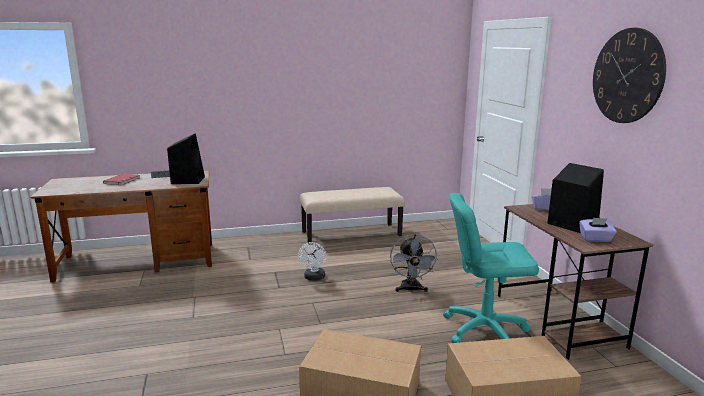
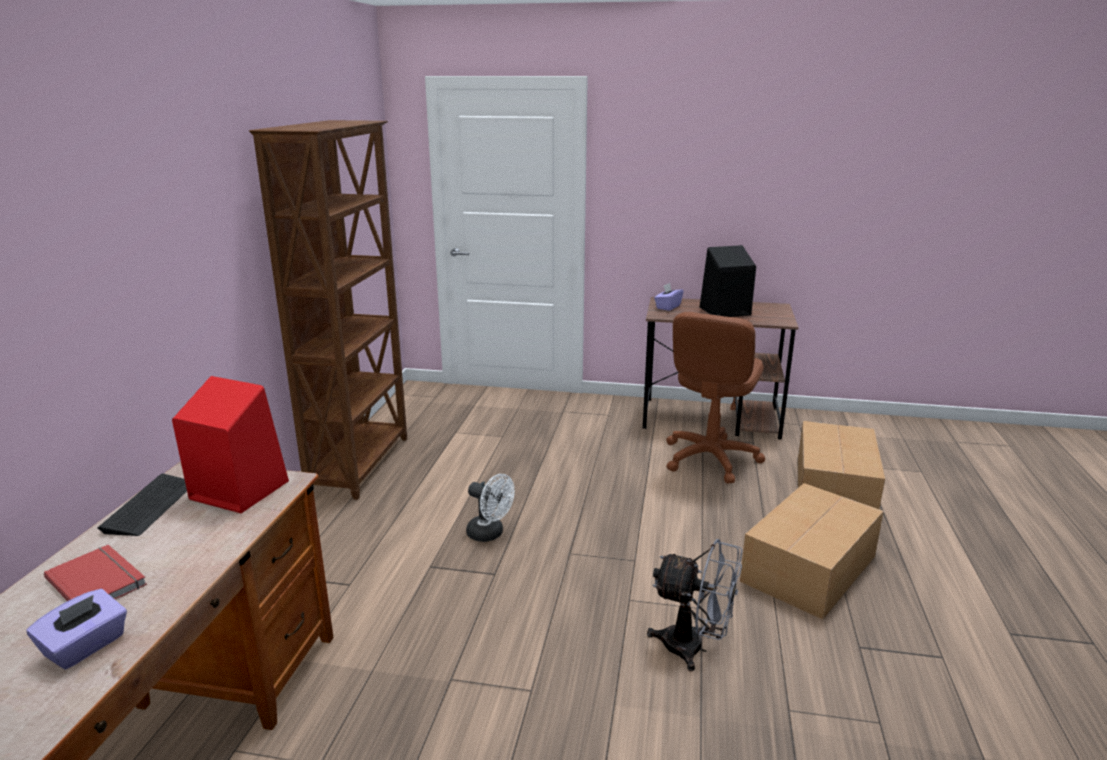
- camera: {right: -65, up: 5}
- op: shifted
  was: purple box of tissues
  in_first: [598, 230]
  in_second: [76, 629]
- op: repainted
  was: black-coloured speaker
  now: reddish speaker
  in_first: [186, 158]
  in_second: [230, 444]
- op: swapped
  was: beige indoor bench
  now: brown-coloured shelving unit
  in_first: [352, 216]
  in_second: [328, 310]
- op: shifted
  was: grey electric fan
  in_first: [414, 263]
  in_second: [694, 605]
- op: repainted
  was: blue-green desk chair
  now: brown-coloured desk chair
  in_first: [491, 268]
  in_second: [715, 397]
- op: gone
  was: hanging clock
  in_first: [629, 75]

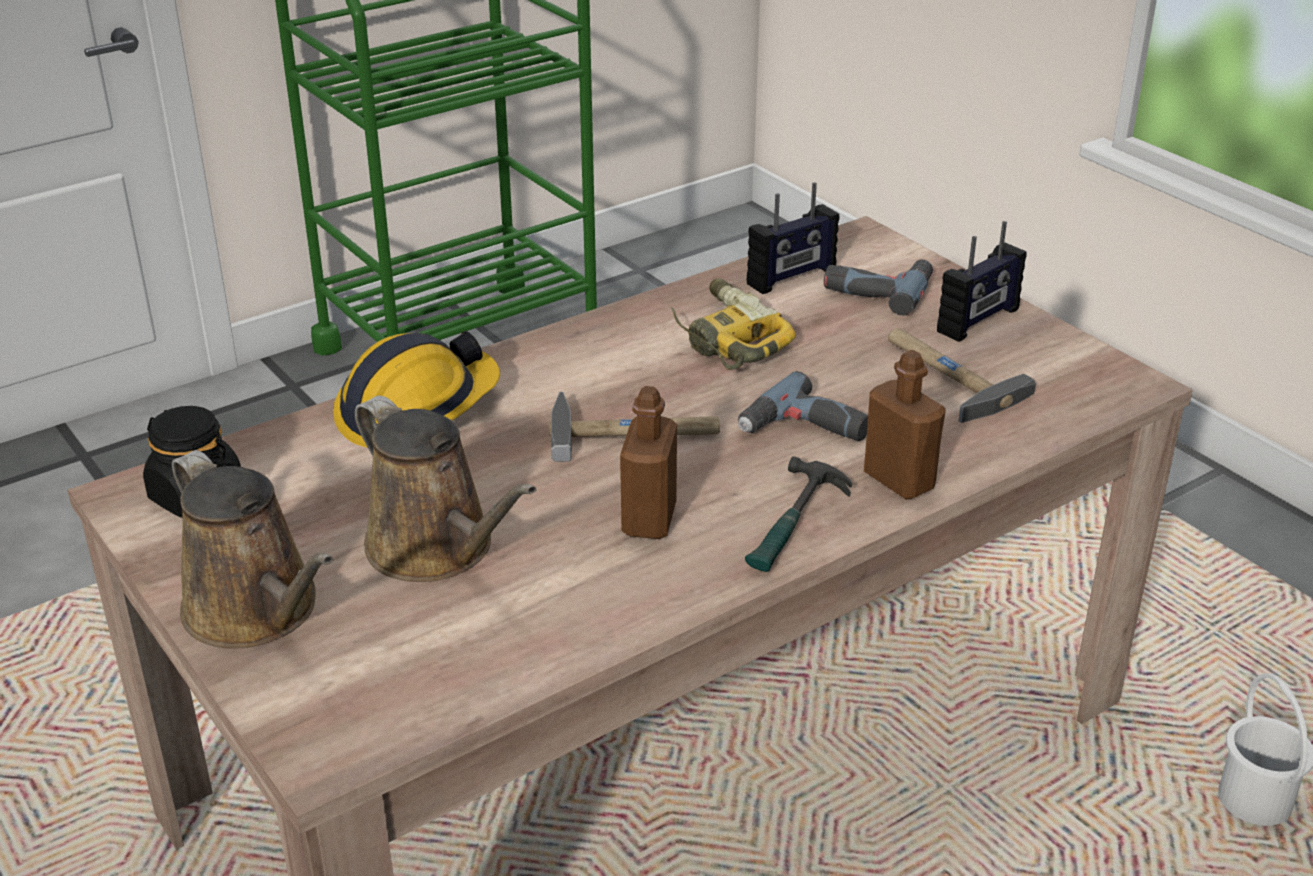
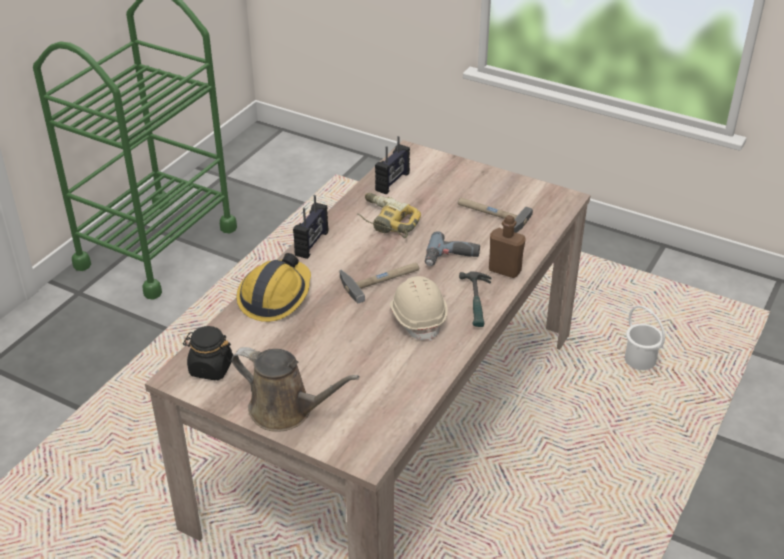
- camera: {right: -25, up: 5}
- op: shifted
  was: radio receiver
  in_first: [982, 281]
  in_second: [310, 227]
- op: swapped
  was: brown-coloured bottle
  now: beige work helmet
  in_first: [648, 462]
  in_second: [419, 309]
- op: gone
  was: brown-coloured watering can
  in_first: [446, 488]
- op: gone
  was: power drill
  in_first: [878, 287]

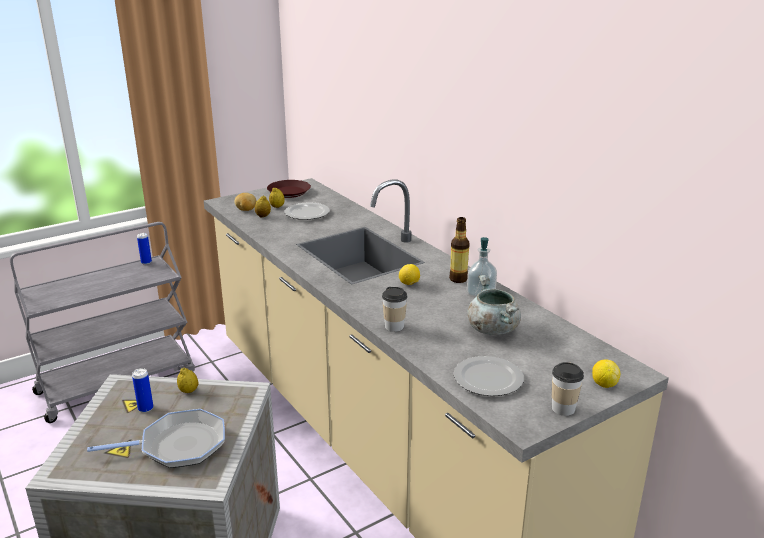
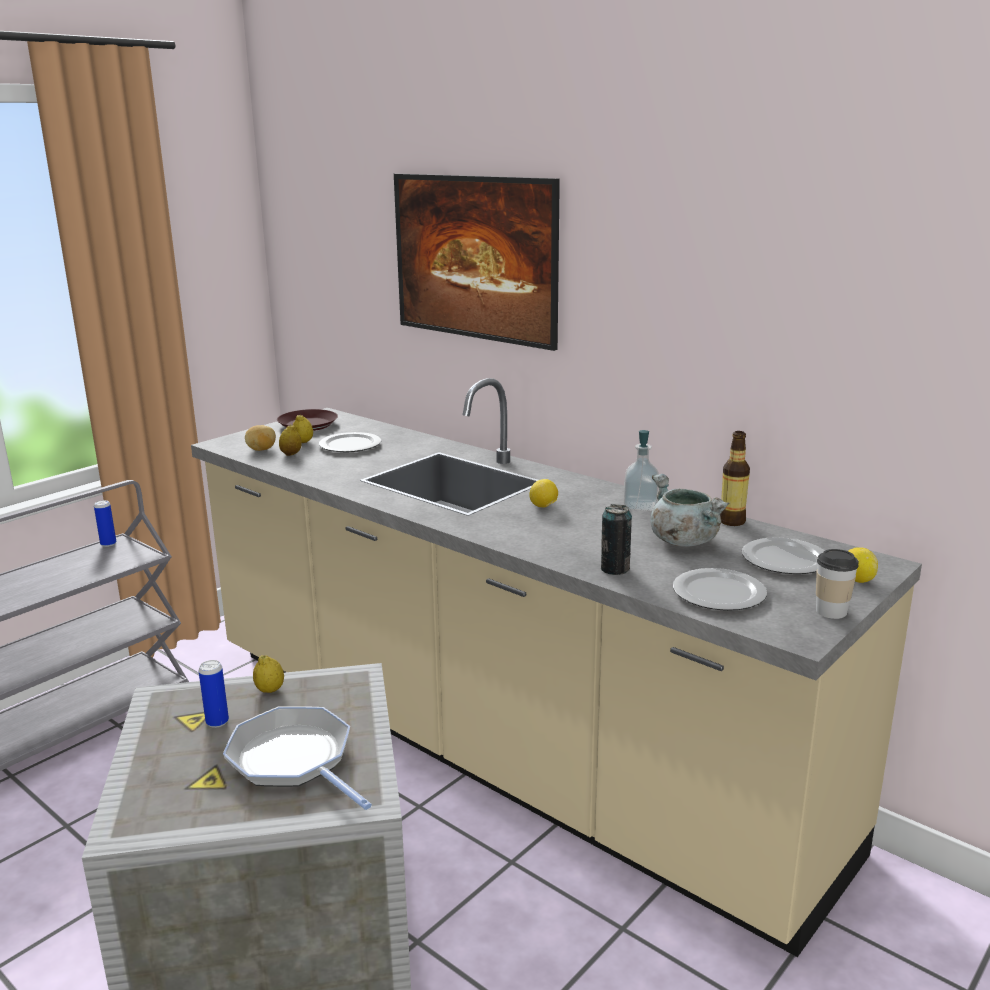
- camera: {right: -15, up: -5}
- op: rotated
  was: pan
  in_first: [156, 438]
  in_second: [297, 758]
  clockwise: -105
- op: new
  now: wall art
  in_second: [477, 262]
- op: new
  now: sealed can
  in_second: [616, 539]
- op: shifted
  was: bottle
  in_first: [459, 250]
  in_second: [735, 478]
- op: new
  now: dinner plate
  in_second: [783, 555]
- op: gone
  was: small cup
  in_first: [395, 309]

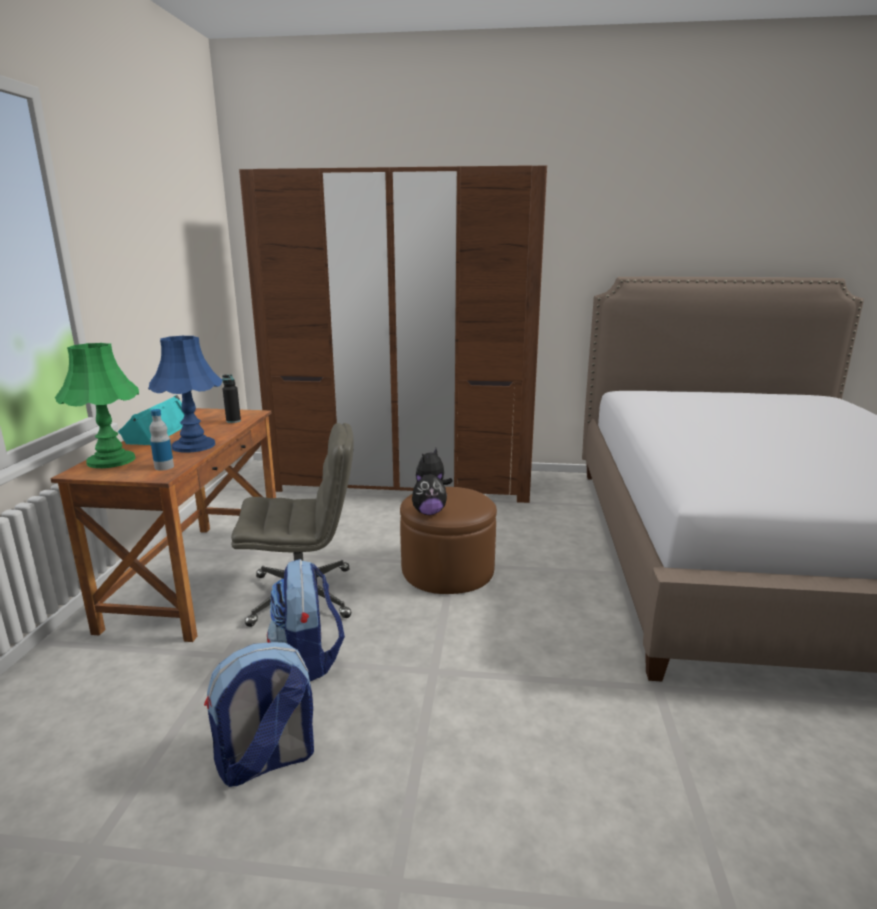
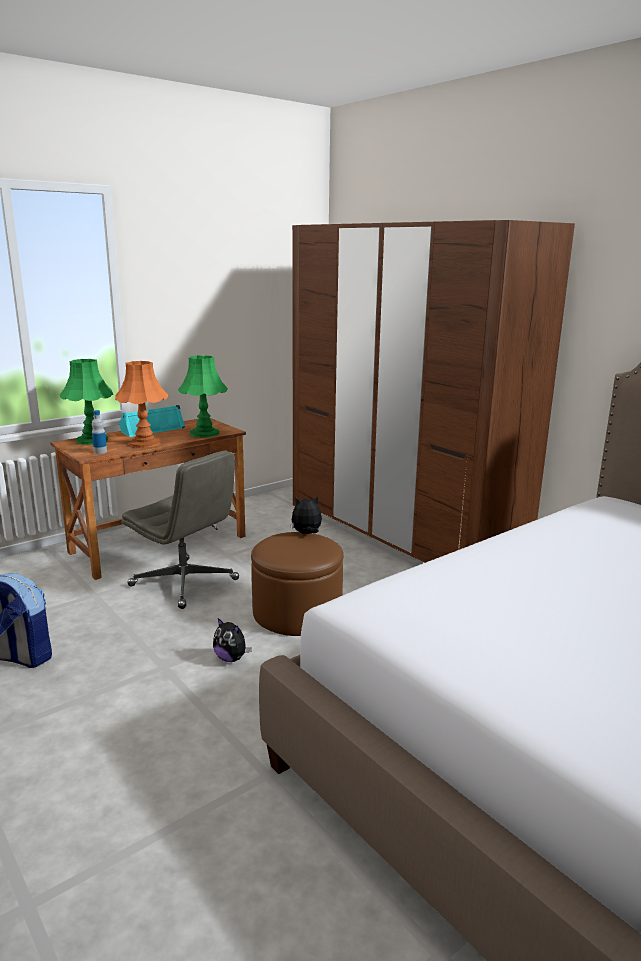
- camera: {right: 45, up: 0}
- op: repainted
  was: bluish tabletop lamp
  now: orange tabletop lamp
  in_first: [185, 394]
  in_second: [141, 404]
- op: swapped
  was: black-coloured bottle
  now: green-coloured tabletop lamp
  in_first: [231, 399]
  in_second: [203, 396]
- op: shifted
  was: plush toy
  in_first: [429, 493]
  in_second: [232, 640]
- op: gone
  was: rucksack
  in_first: [306, 620]

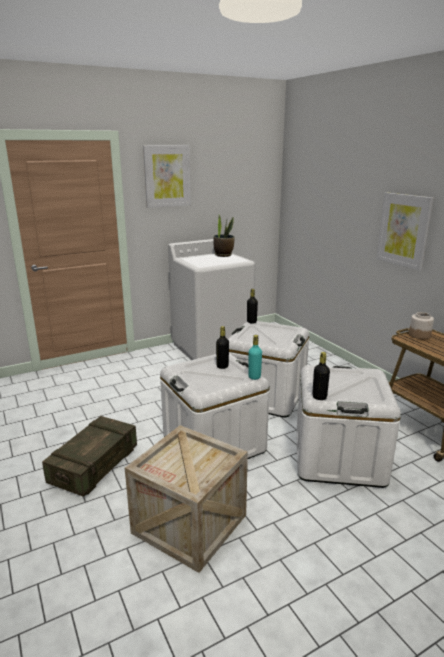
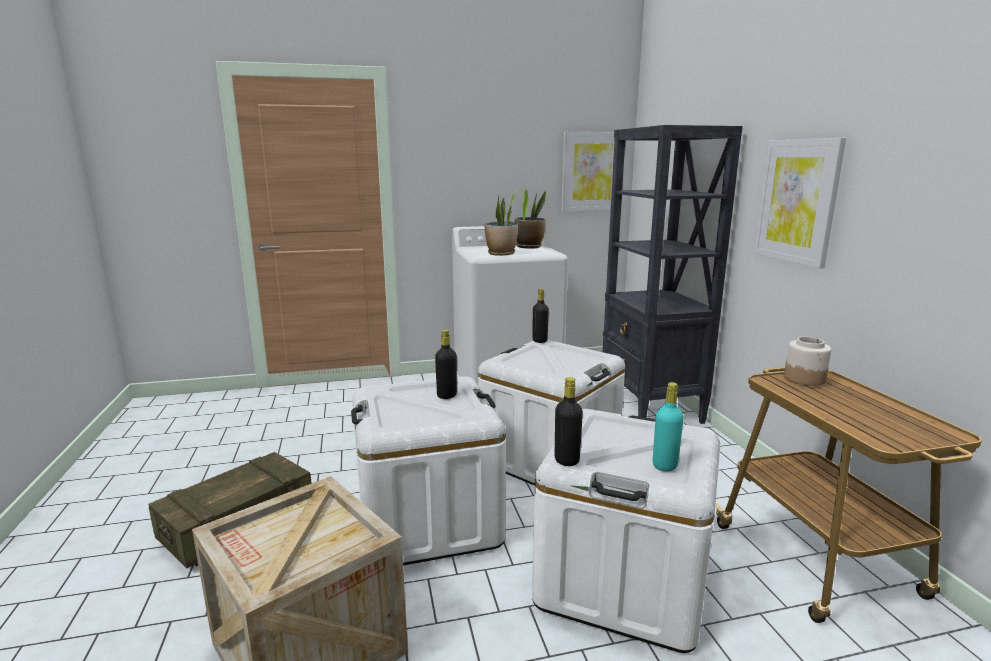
- camera: {right: 15, up: -5}
- op: new
  now: potted plant
  in_second: [501, 223]
- op: shifted
  was: wall art
  in_first: [167, 176]
  in_second: [588, 172]
- op: new
  now: black-coloured shelving unit
  in_second: [673, 274]
- op: shifted
  was: blue-green bottle
  in_first: [255, 357]
  in_second: [668, 427]

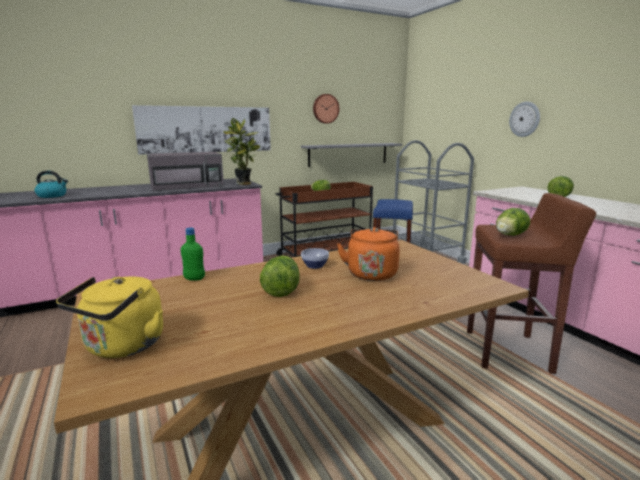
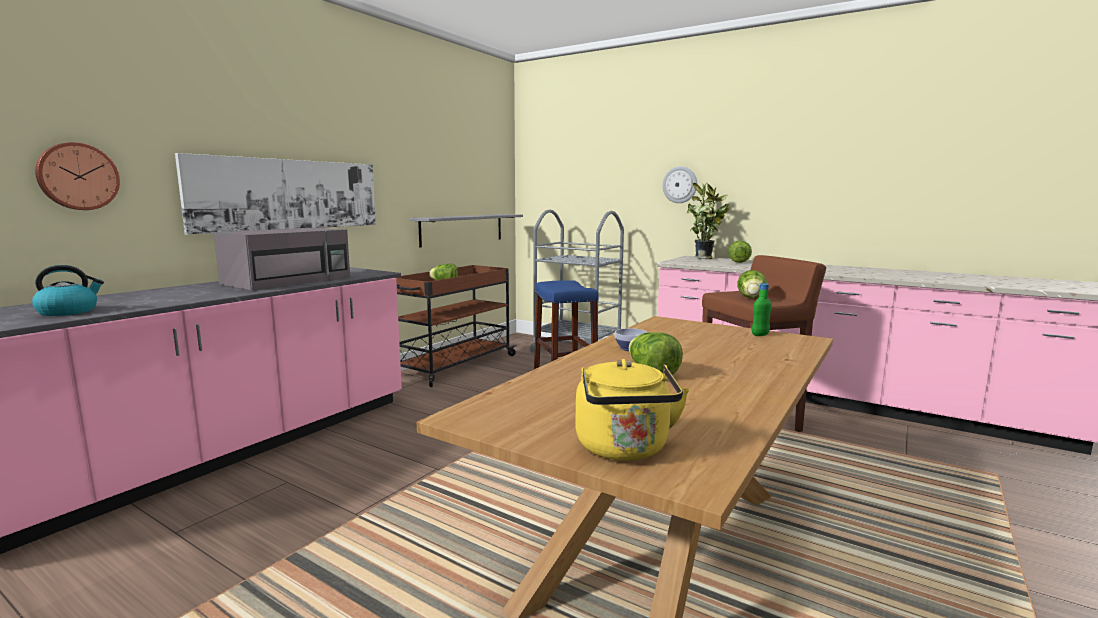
- camera: {right: -30, up: -5}
- op: shifted
  was: hanging clock
  in_first: [326, 109]
  in_second: [77, 176]
- op: shifted
  was: potted plant
  in_first: [242, 151]
  in_second: [709, 220]
- op: shifted
  was: green-coloured bottle
  in_first: [193, 254]
  in_second: [761, 309]
- op: gone
  was: orange water kettle
  in_first: [368, 254]

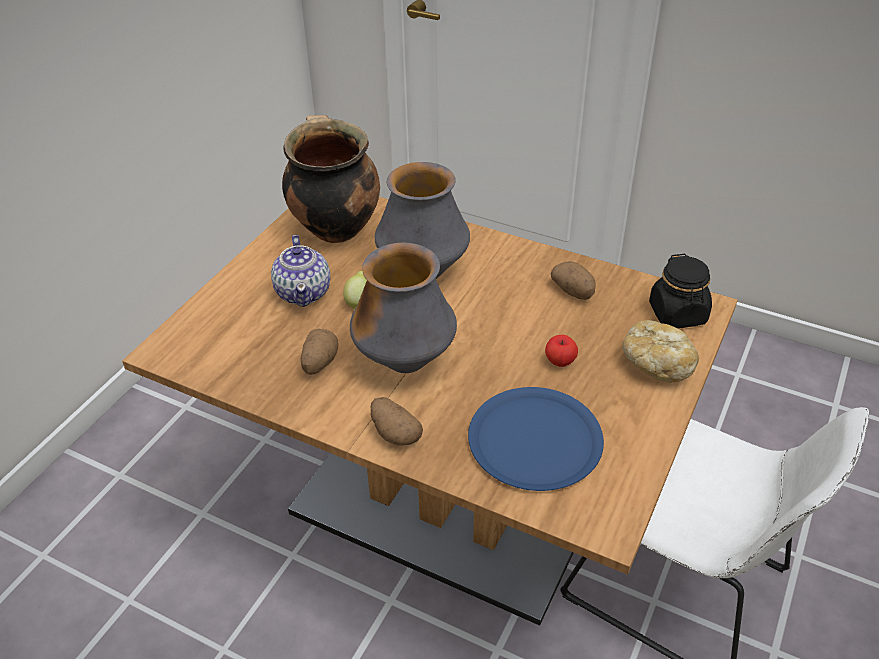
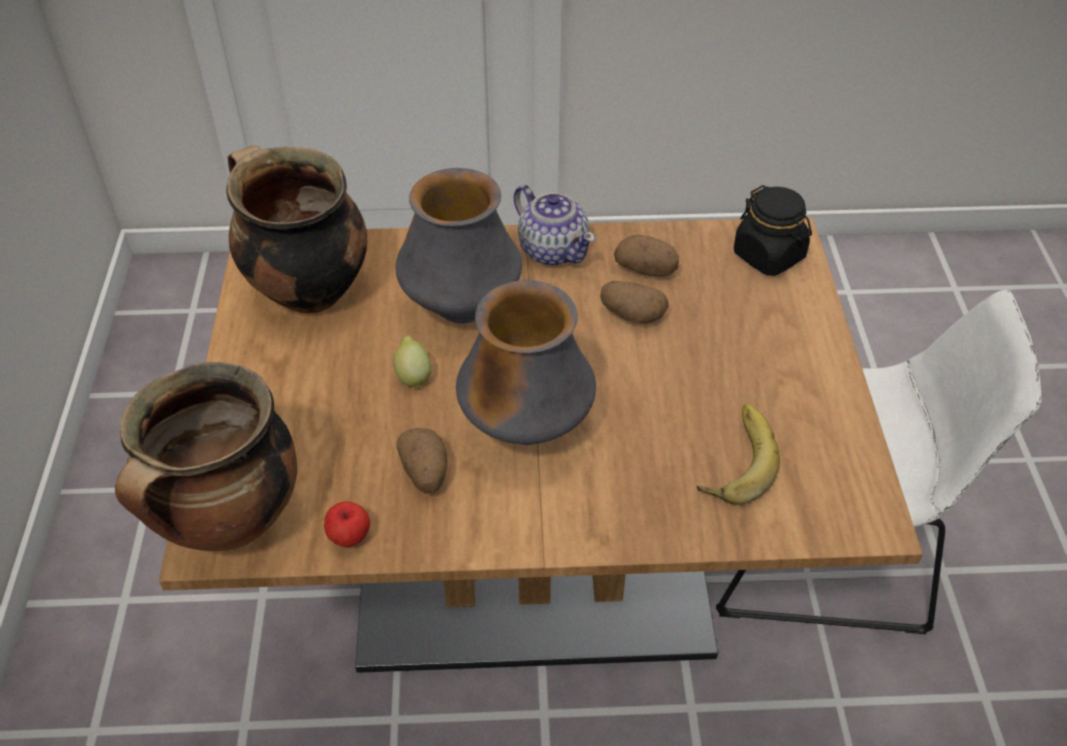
- camera: {right: -30, up: 5}
- op: new
  now: saucepot
  in_second: [206, 456]
- op: shifted
  was: whole apple
  in_first: [561, 351]
  in_second: [347, 524]
- op: shifted
  was: teapot
  in_first: [300, 271]
  in_second: [555, 225]
- op: shifted
  was: spud
  in_first: [397, 421]
  in_second: [634, 302]
- op: swapped
  was: bluish dinner plate
  now: banana fruit
  in_first: [536, 439]
  in_second: [738, 454]
- op: gone
  was: bread
  in_first: [660, 351]

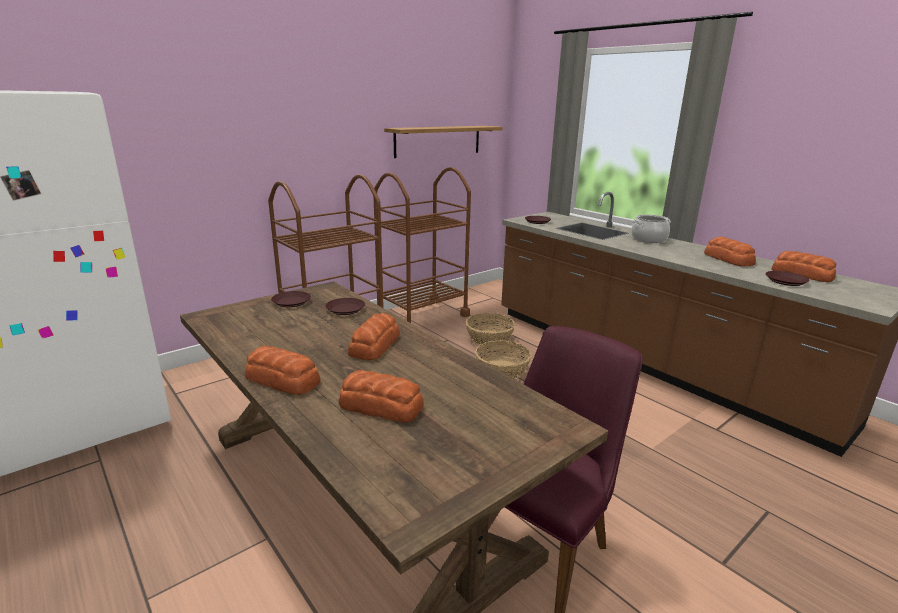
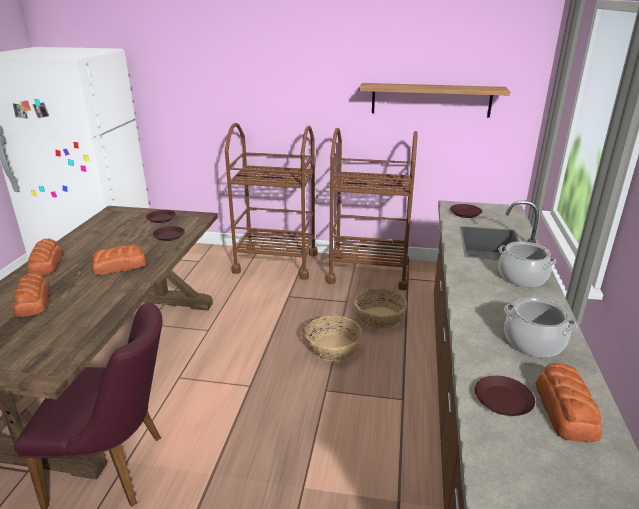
- camera: {right: 50, up: 5}
- op: swapped
  was: bread
  now: saucepot
  in_first: [730, 252]
  in_second: [540, 327]

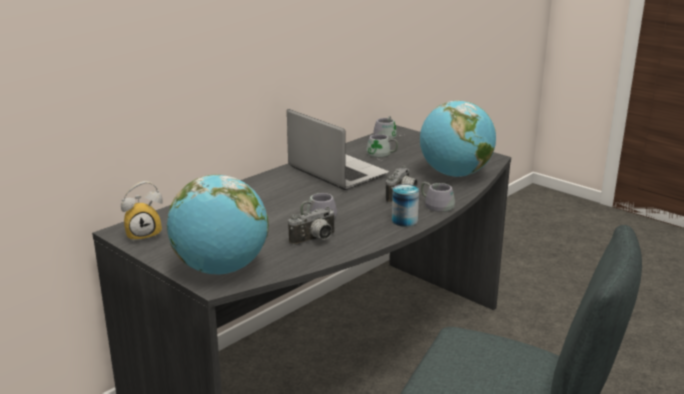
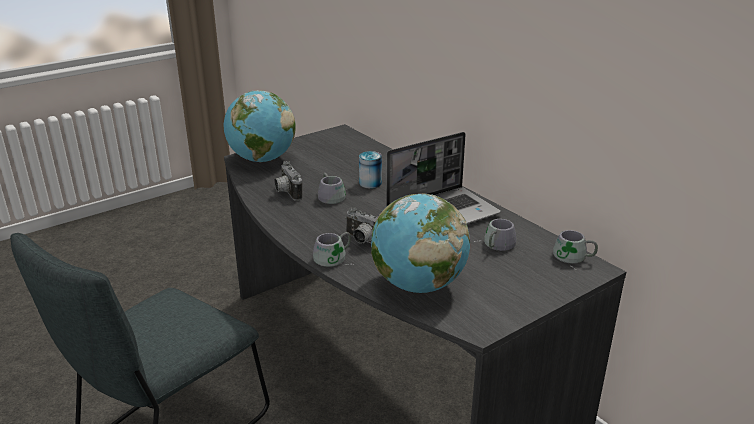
- camera: {right: 100, up: 5}
- op: shifted
  was: sealed can
  in_first: [405, 205]
  in_second: [370, 169]
- op: gone
  was: alarm clock
  in_first: [142, 211]

